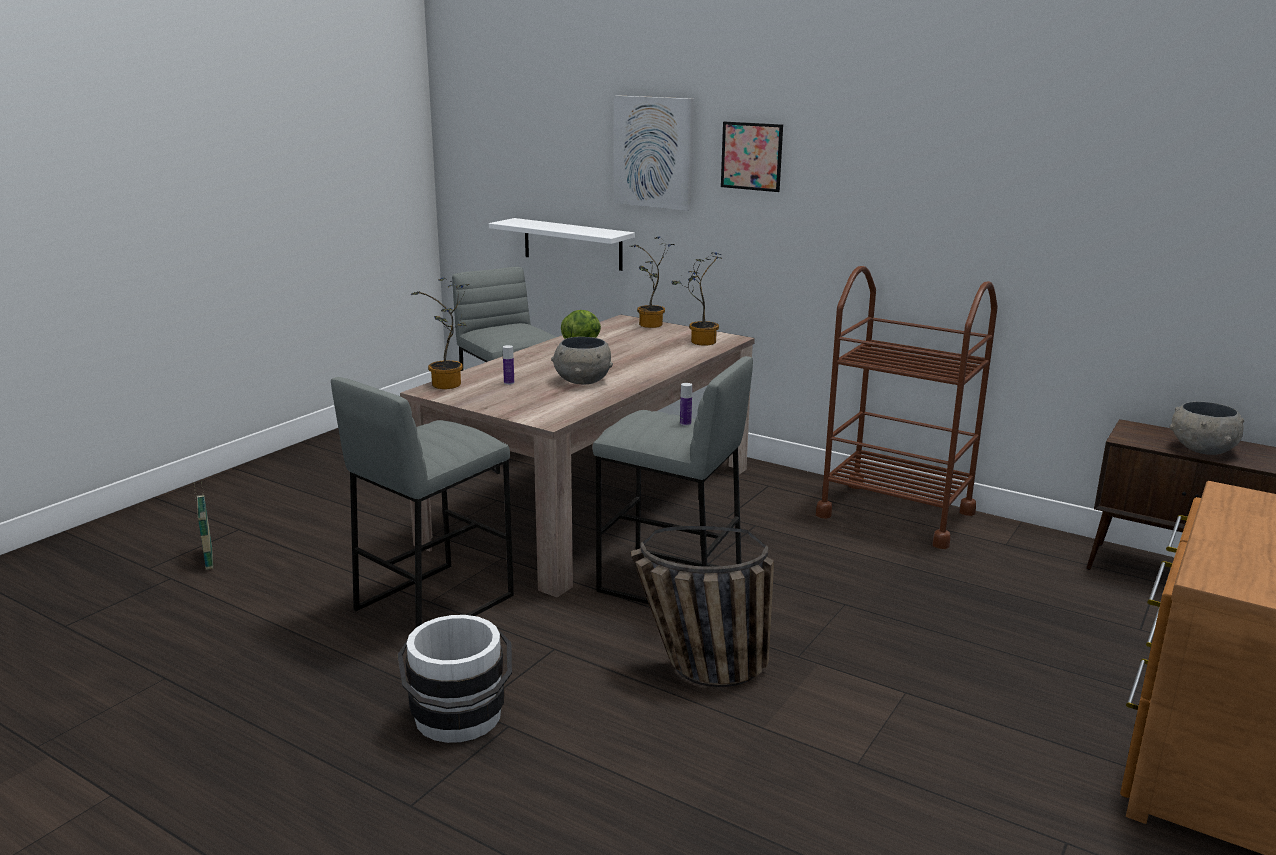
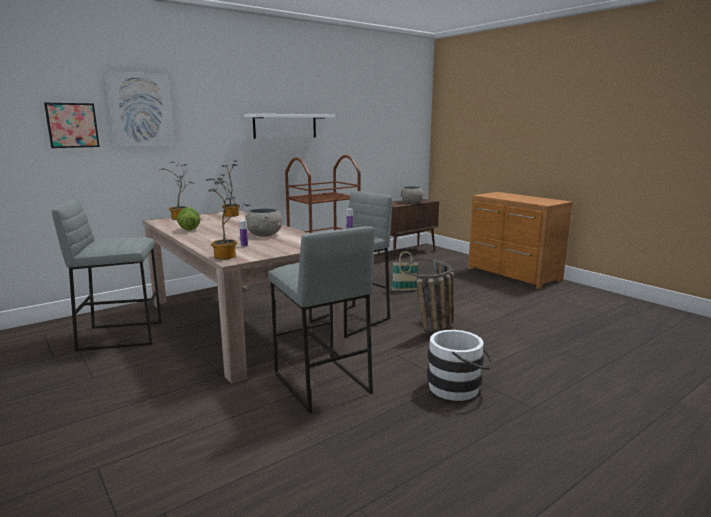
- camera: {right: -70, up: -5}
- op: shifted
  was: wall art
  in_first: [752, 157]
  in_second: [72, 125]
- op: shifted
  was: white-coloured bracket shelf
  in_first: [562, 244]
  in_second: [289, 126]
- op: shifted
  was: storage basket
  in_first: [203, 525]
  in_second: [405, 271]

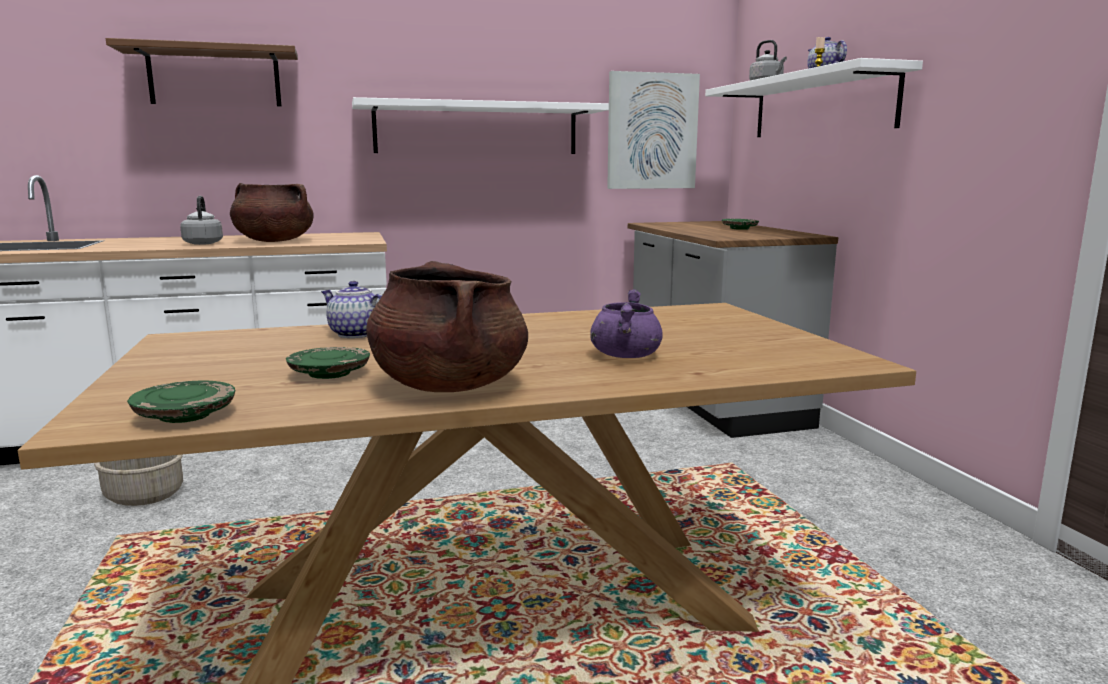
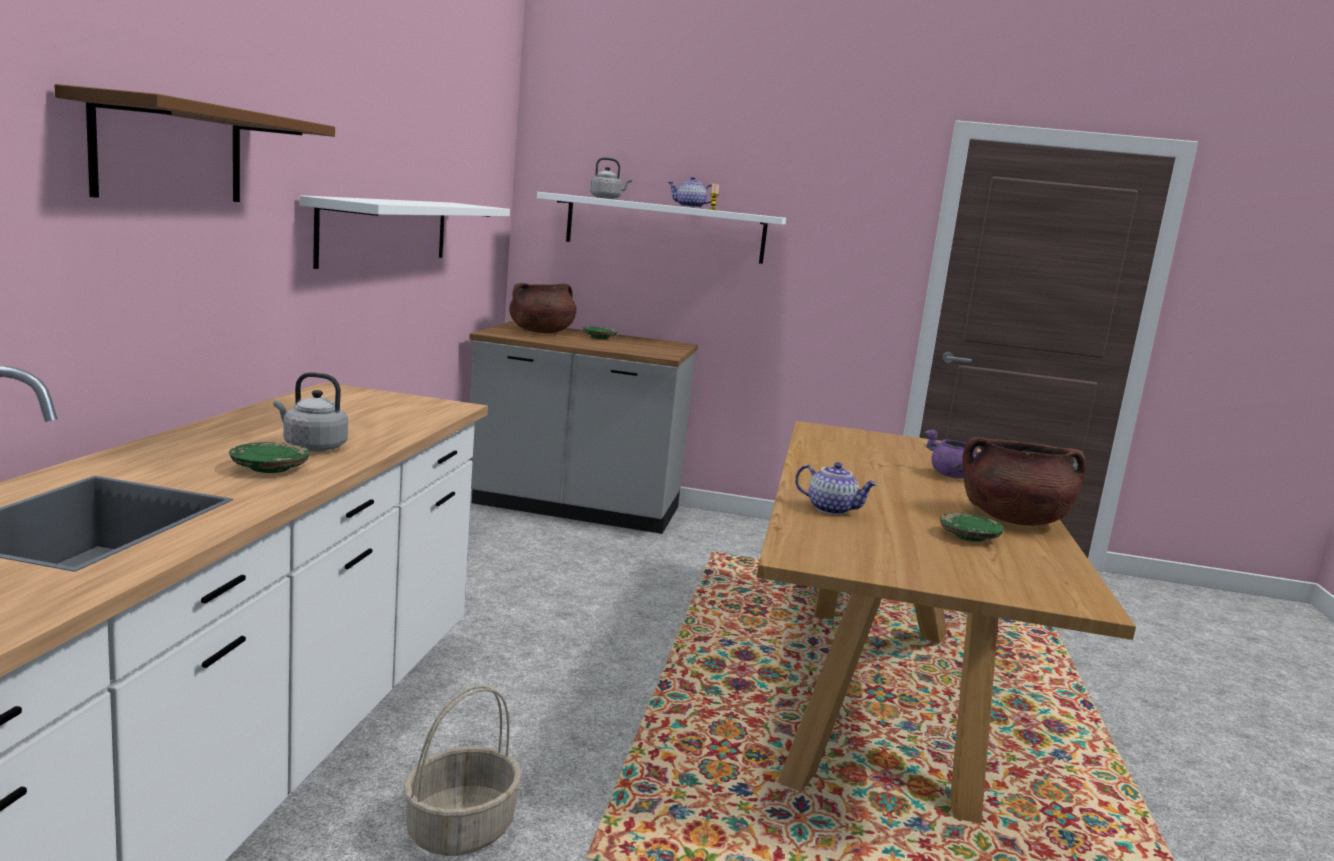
- camera: {right: -65, up: 0}
- op: shifted
  was: green-coloured dinner plate
  in_first: [181, 402]
  in_second: [269, 457]
- op: shifted
  was: brown-coloured saucepot
  in_first: [272, 212]
  in_second: [543, 308]
- op: rotated
  was: teapot
  in_first: [351, 309]
  in_second: [836, 488]
  clockwise: -120
- op: gone
  was: wall art
  in_first: [653, 130]

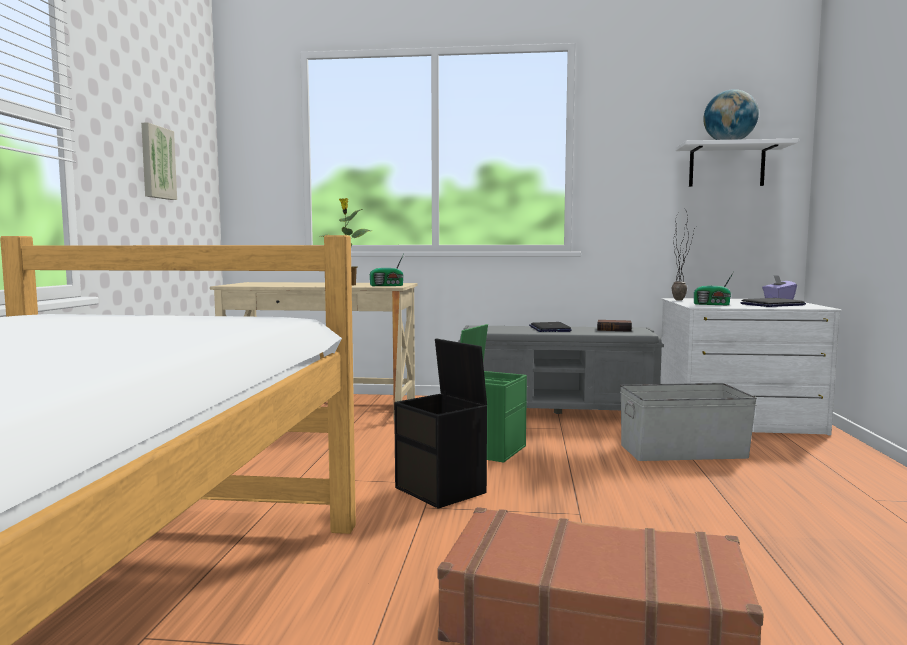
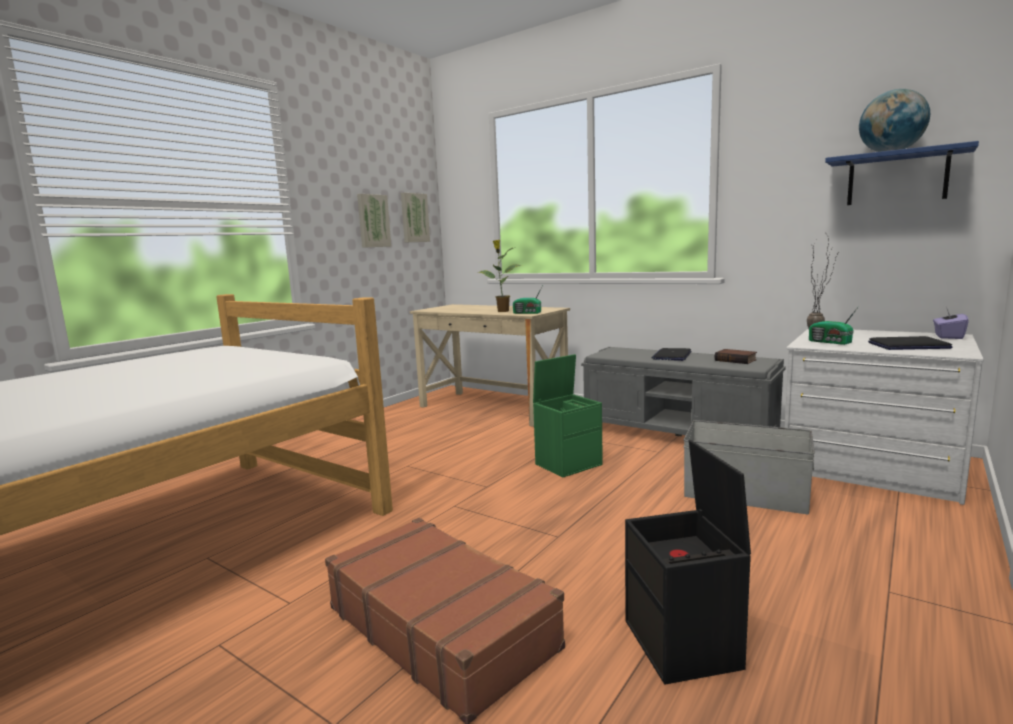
- camera: {right: 30, up: 5}
- op: new
  now: wall art
  in_second: [415, 217]
- op: shifted
  was: black-coloured storage box
  in_first: [440, 424]
  in_second: [688, 562]
- op: repainted
  was: white-coloured bracket shelf
  now: bluish bracket shelf
  in_first: [736, 163]
  in_second: [902, 173]

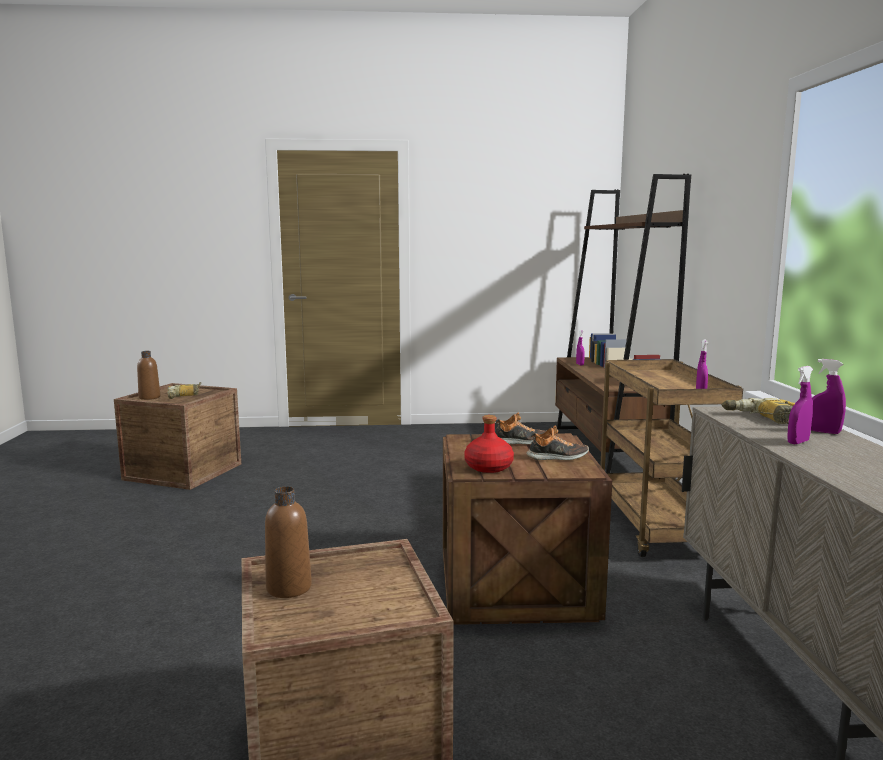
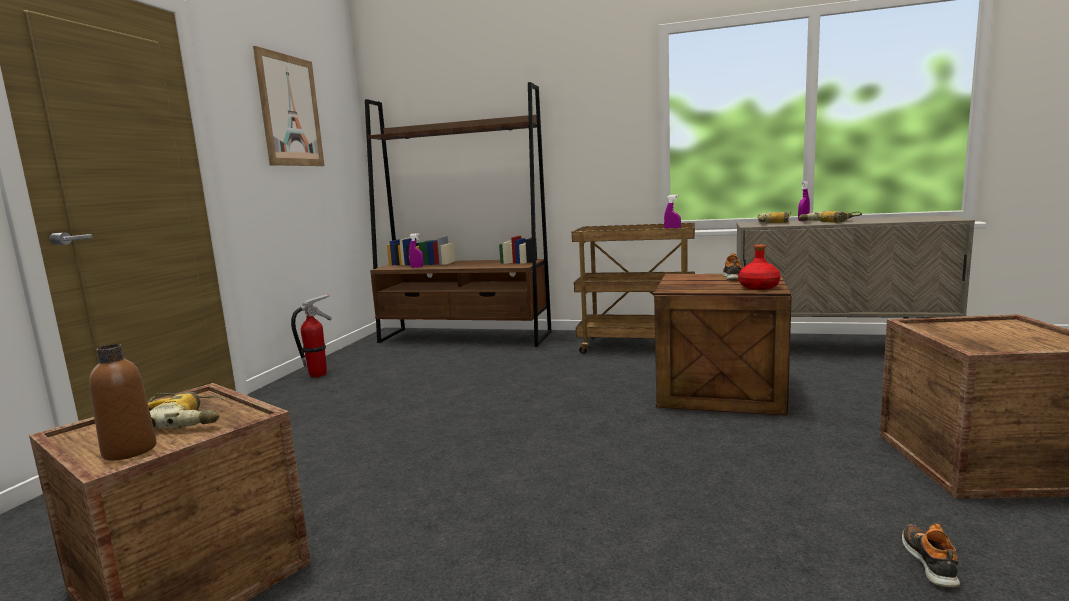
- camera: {right: -70, up: 0}
- op: new
  now: wall art
  in_second: [289, 106]
- op: new
  now: fire extinguisher
  in_second: [311, 335]
- op: swapped
  was: purple spray bottle
  now: power drill
  in_first: [800, 405]
  in_second: [830, 216]
- op: shifted
  was: shoe
  in_first: [520, 429]
  in_second: [931, 555]
- op: gone
  was: brown-coloured bottle
  in_first: [288, 542]

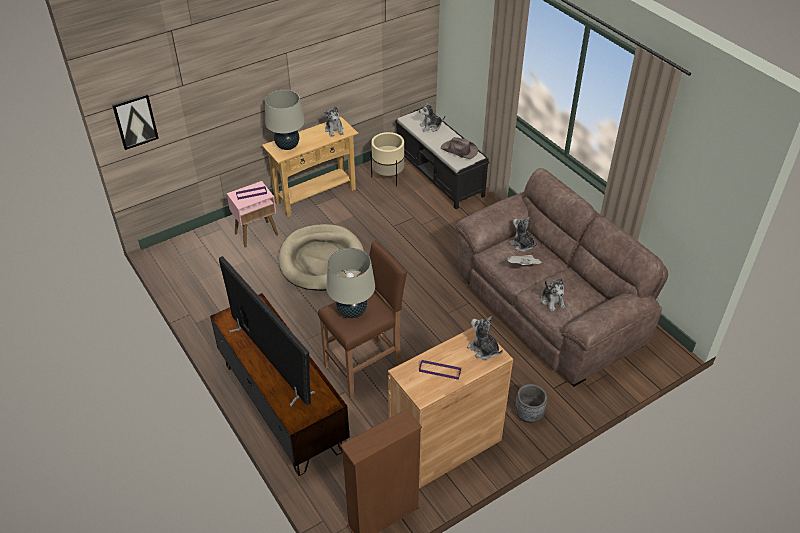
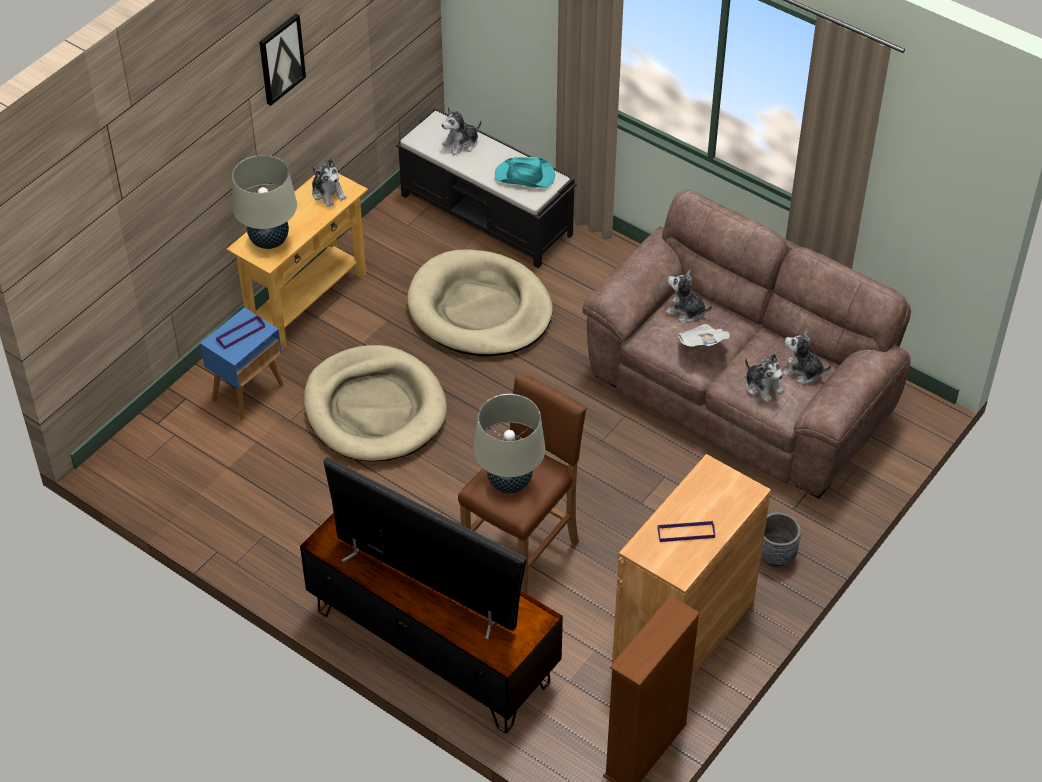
- camera: {right: -20, up: 5}
- op: repainted
  was: pinkish accent table
  now: bluish accent table
  in_first: [252, 214]
  in_second: [242, 363]
- op: shifted
  was: wall art
  in_first: [135, 121]
  in_second: [282, 59]
- op: new
  now: beige pet bed
  in_second: [480, 303]
- op: repainted
  was: brown-coloured wearable hat
  now: blue-green wearable hat
  in_first: [459, 148]
  in_second: [525, 172]
- op: shifted
  was: plush toy
  in_first: [485, 338]
  in_second: [806, 356]
- op: gone
  was: beige plant pot
  in_first: [387, 159]

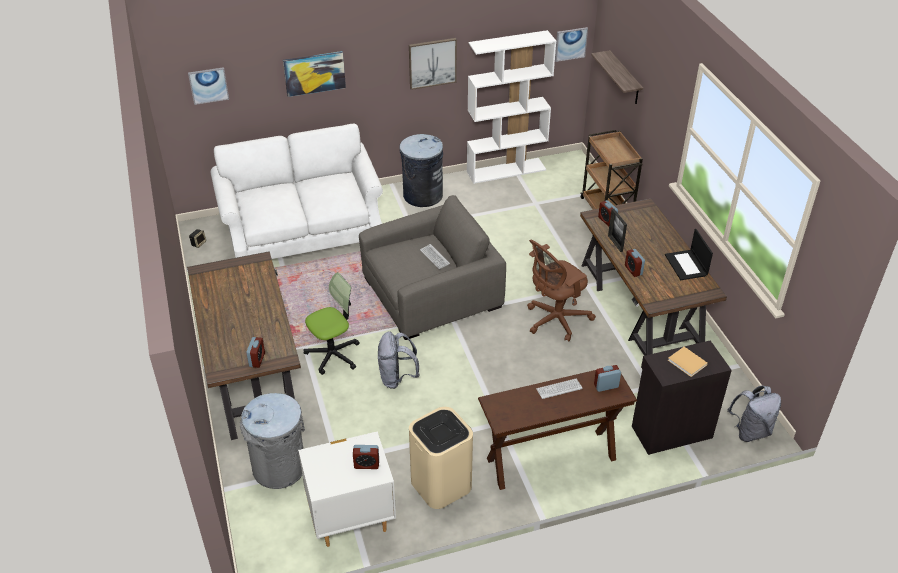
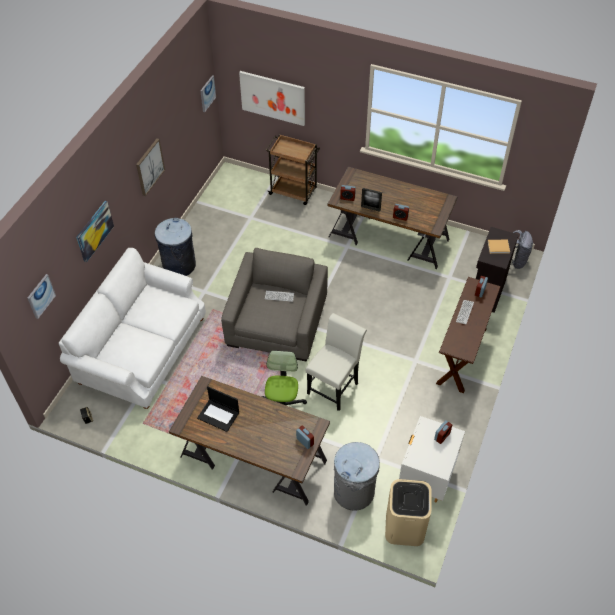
- camera: {right: -50, up: 10}
- op: shifted
  was: laptop
  in_first: [689, 254]
  in_second: [218, 409]
- op: swapped
  was: bracket shelf
  now: wall art
  in_first: [617, 77]
  in_second: [272, 98]
- op: swapped
  was: grey rucksack
  now: white-coloured chair
  in_first: [399, 360]
  in_second: [336, 362]
- op: shifted
  was: beige trash can
  in_first: [441, 458]
  in_second: [408, 512]
- op: gone
  was: white-coloured shelving unit
  in_first: [511, 107]
- op: gone
  was: brown-coloured desk chair
  in_first: [561, 290]

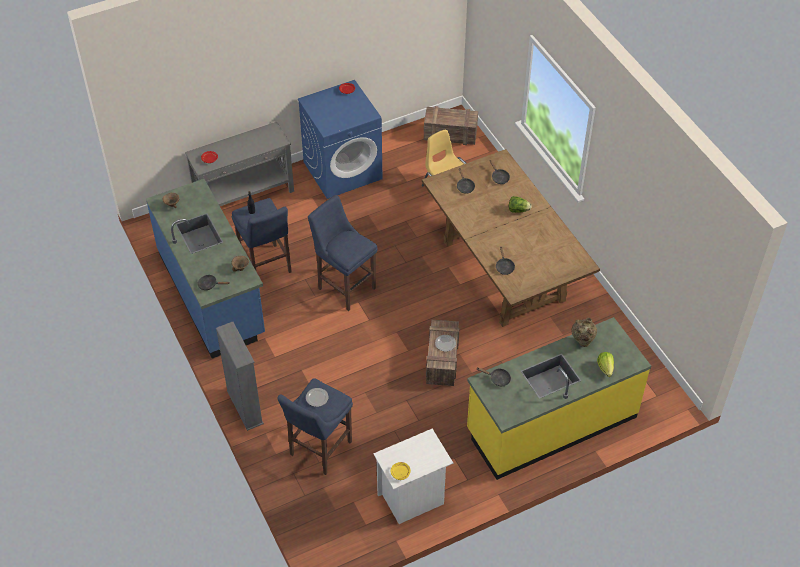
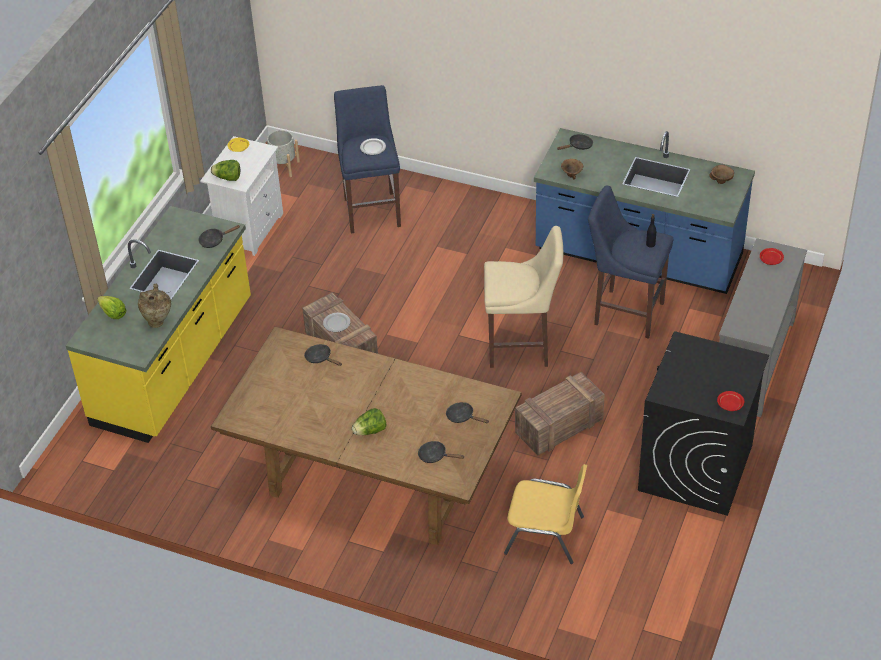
- camera: {right: 140, up: -5}
- op: new
  now: lettuce head
  in_second: [225, 170]
- op: new
  now: grey plant pot
  in_second: [283, 153]
- op: repainted
  was: bluish sitting stool
  now: beige sitting stool
  in_first: [343, 253]
  in_second: [523, 297]
- op: shifted
  was: packing crate
  in_first: [451, 125]
  in_second: [560, 414]
- op: repainted
  was: bluish laundry machine
  now: black-coloured laundry machine
  in_first: [340, 139]
  in_second: [703, 423]
- op: gone
  was: grey shelving unit
  in_first: [240, 376]

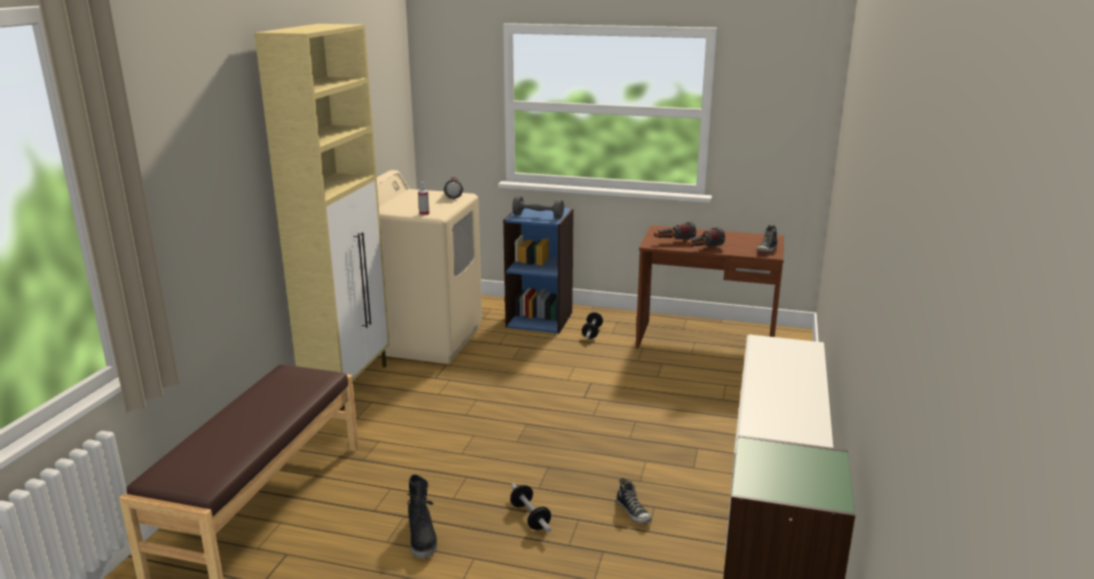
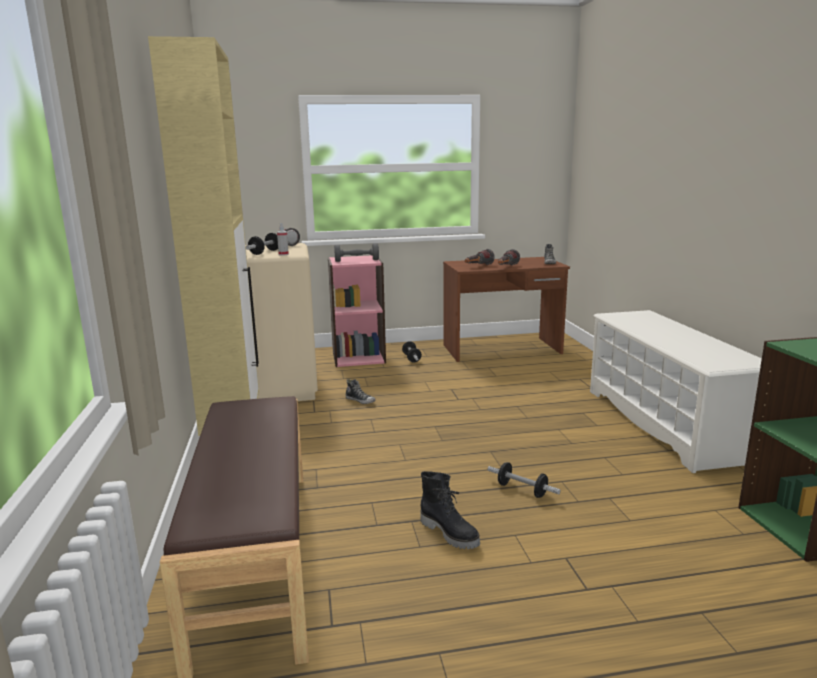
- camera: {right: -25, up: -5}
- op: new
  now: hand weight
  in_second: [262, 244]
- op: repainted
  was: bluish shelving unit
  now: pinkish shelving unit
  in_first: [538, 271]
  in_second: [357, 311]
- op: shifted
  was: shoe
  in_first: [633, 500]
  in_second: [360, 391]

